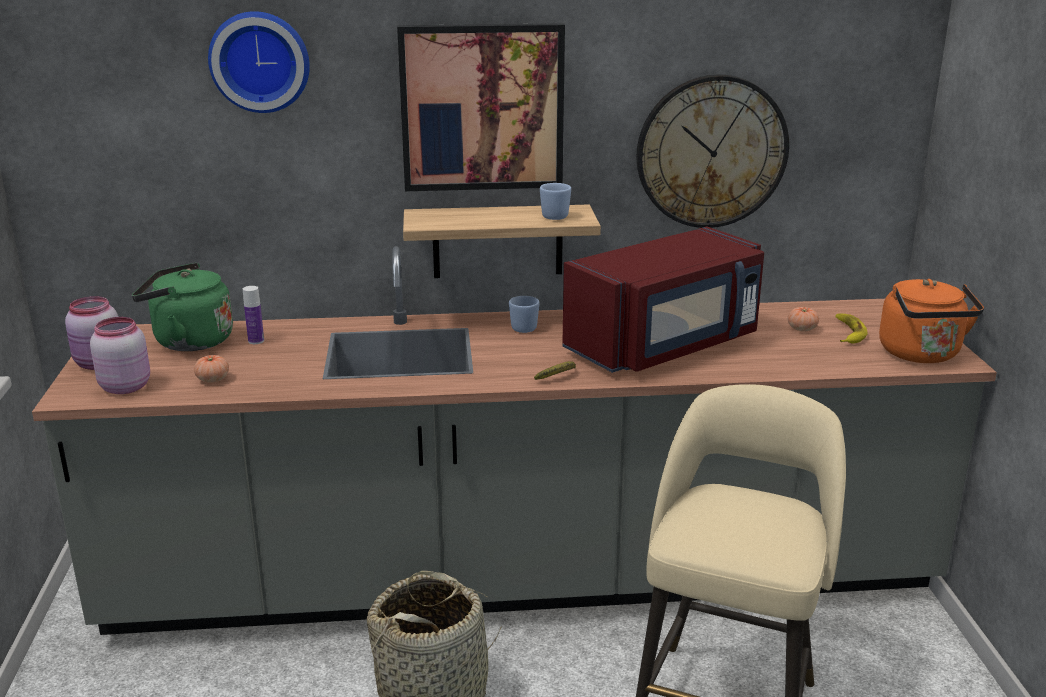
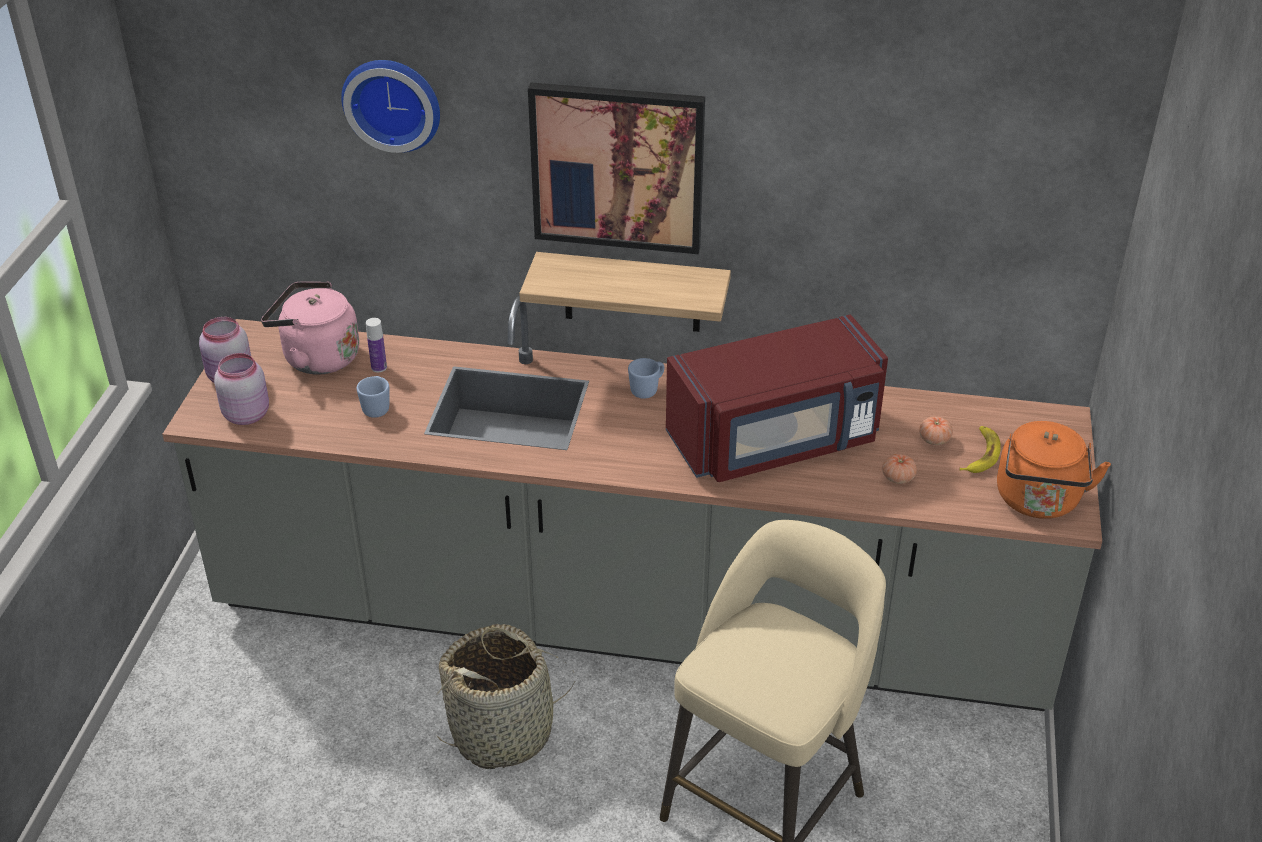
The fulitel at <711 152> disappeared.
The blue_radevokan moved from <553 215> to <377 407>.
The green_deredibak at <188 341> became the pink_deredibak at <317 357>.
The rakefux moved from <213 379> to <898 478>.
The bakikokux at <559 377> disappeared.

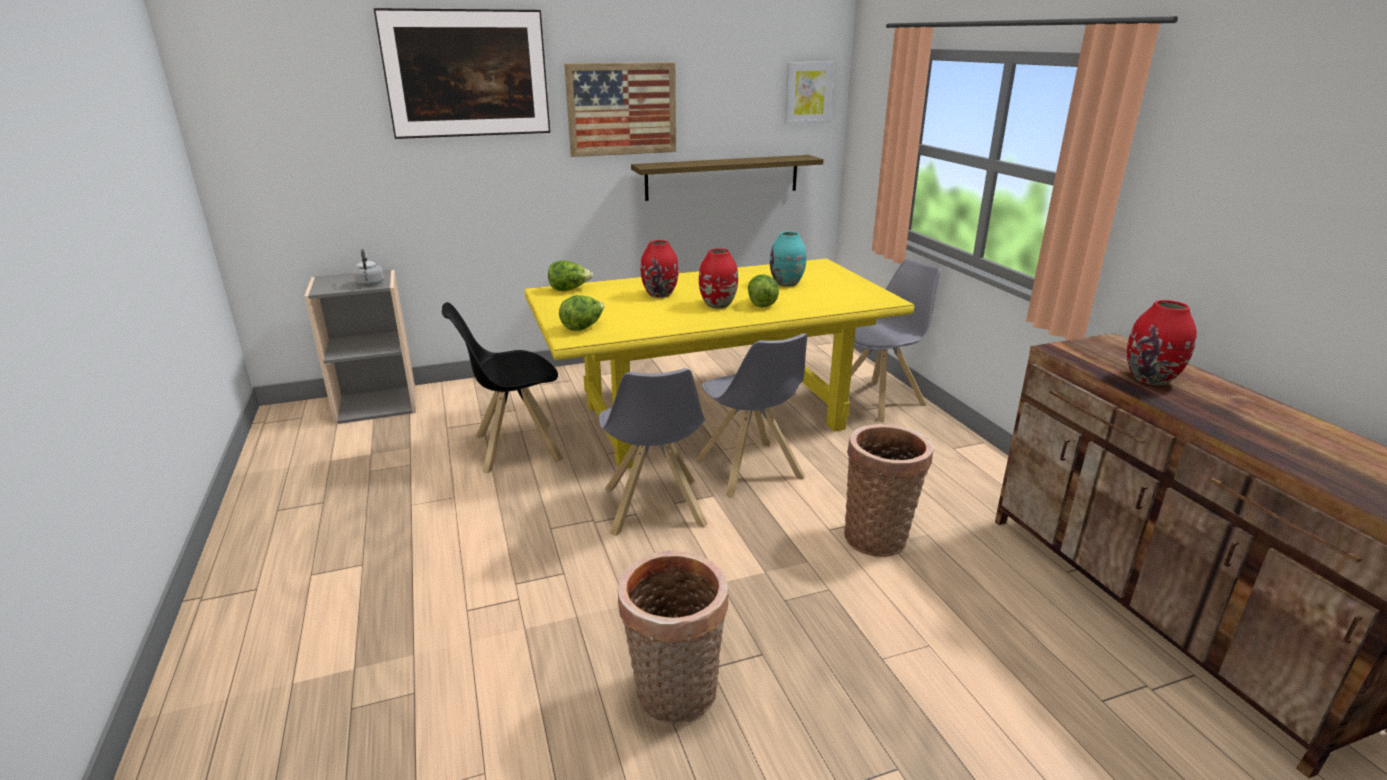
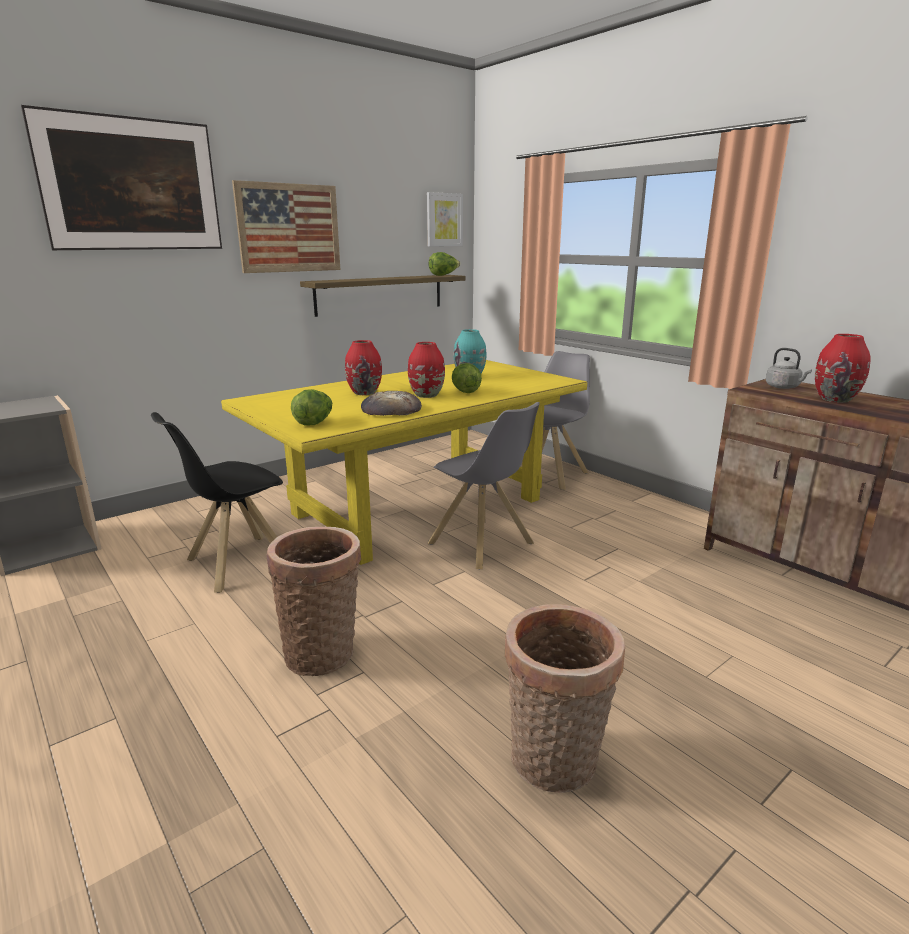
The grey_deredibak moved from <370 284> to <784 387>.
The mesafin moved from <569 290> to <443 275>.
The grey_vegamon at <654 508> disappeared.
The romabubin moved from <878 536> to <323 651>.
The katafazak at <391 409> appeared.

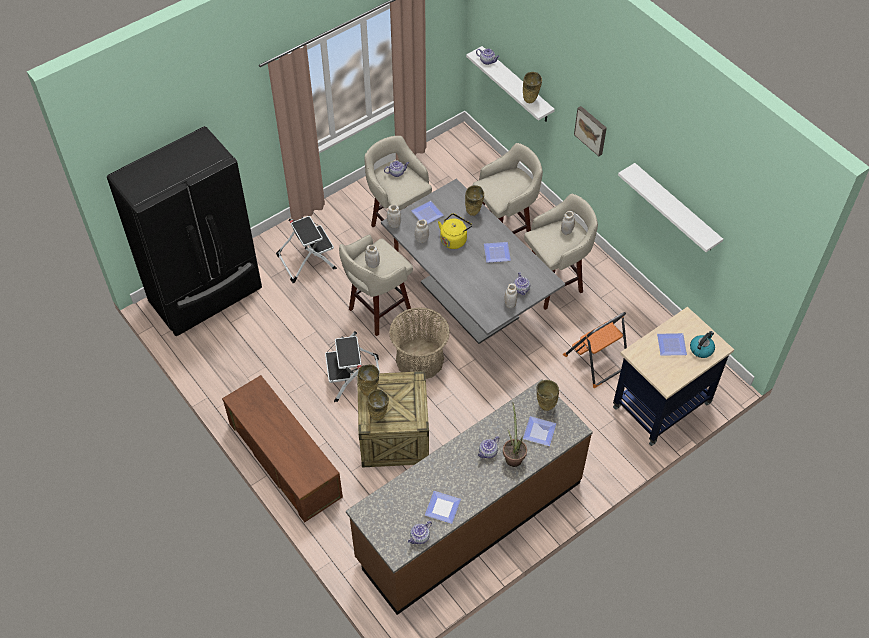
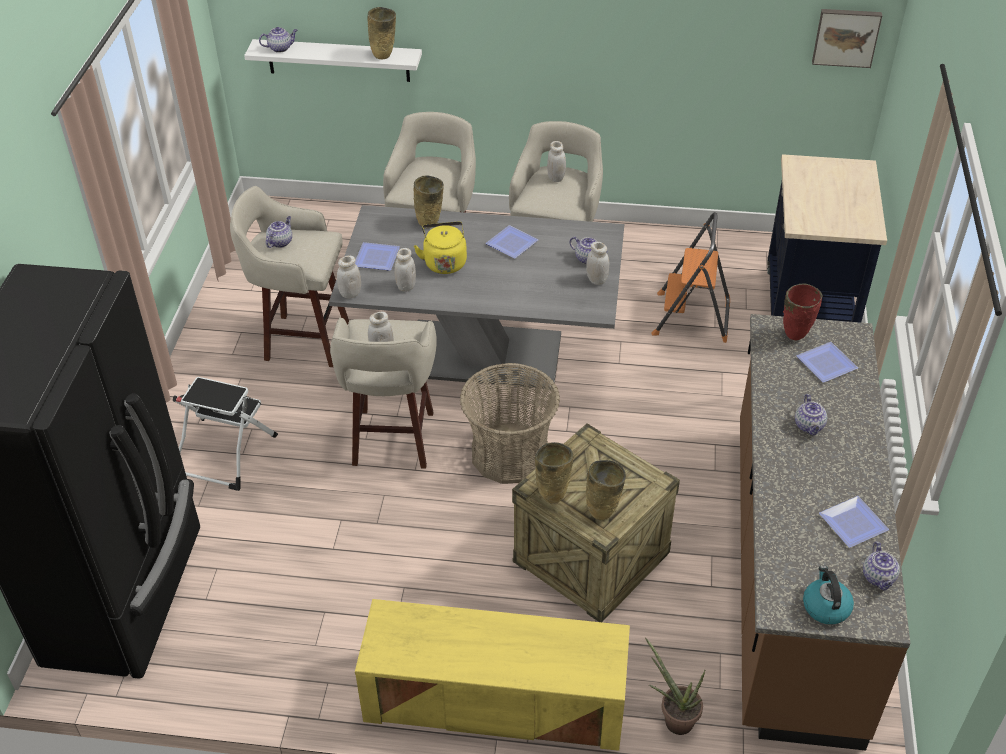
The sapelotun moved from <591 130> to <846 37>.
The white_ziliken at <675 208> disappeared.
The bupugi at <354 377> disappeared.
The deredibak moved from <701 349> to <825 607>.
The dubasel at <672 346> disappeared.
The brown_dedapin at <283 459> became the yellow_dedapin at <493 701>.
The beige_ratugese at <545 407> became the red_ratugese at <794 336>.
The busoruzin moved from <513 456> to <673 718>.

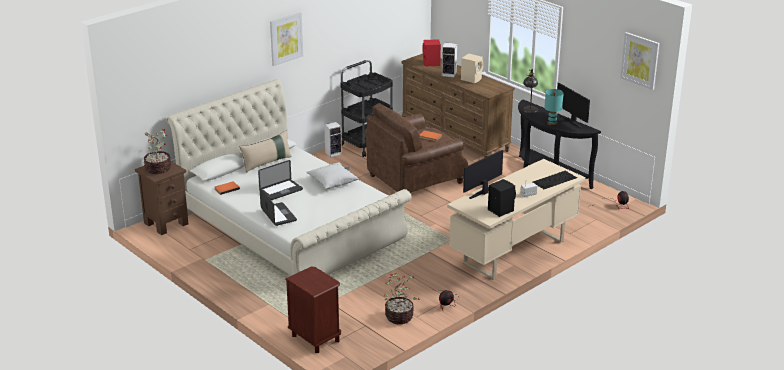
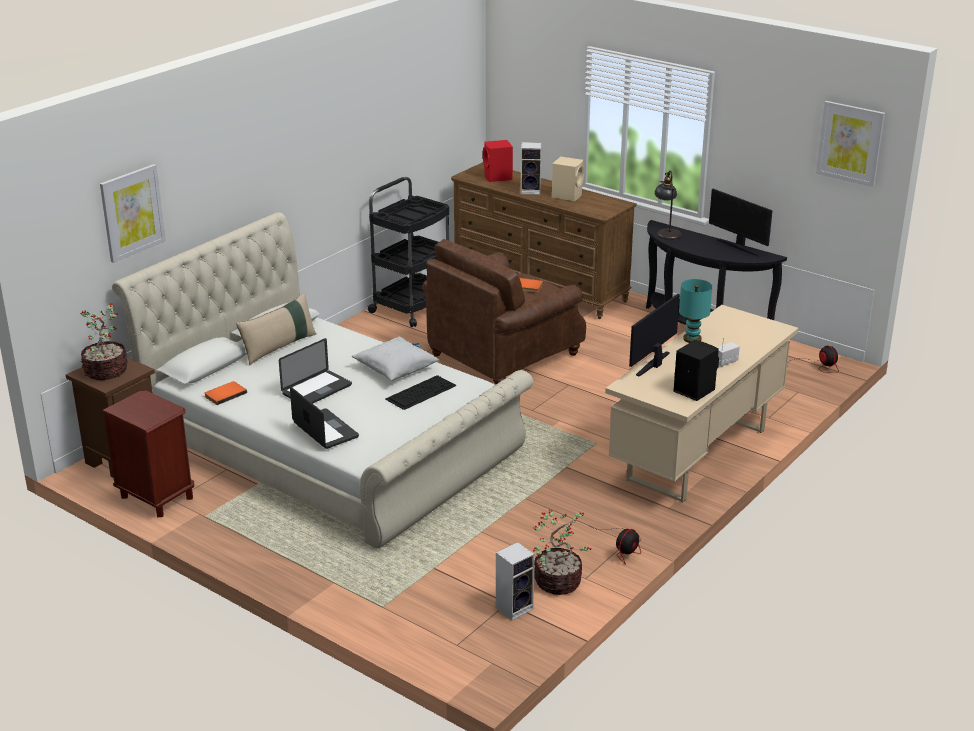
The sapelotun moved from <286 38> to <132 212>.
The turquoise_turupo moved from <552 123> to <692 339>.
The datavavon moved from <334 153> to <515 607>.
The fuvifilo moved from <554 179> to <421 392>.
The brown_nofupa moved from <315 338> to <156 497>.

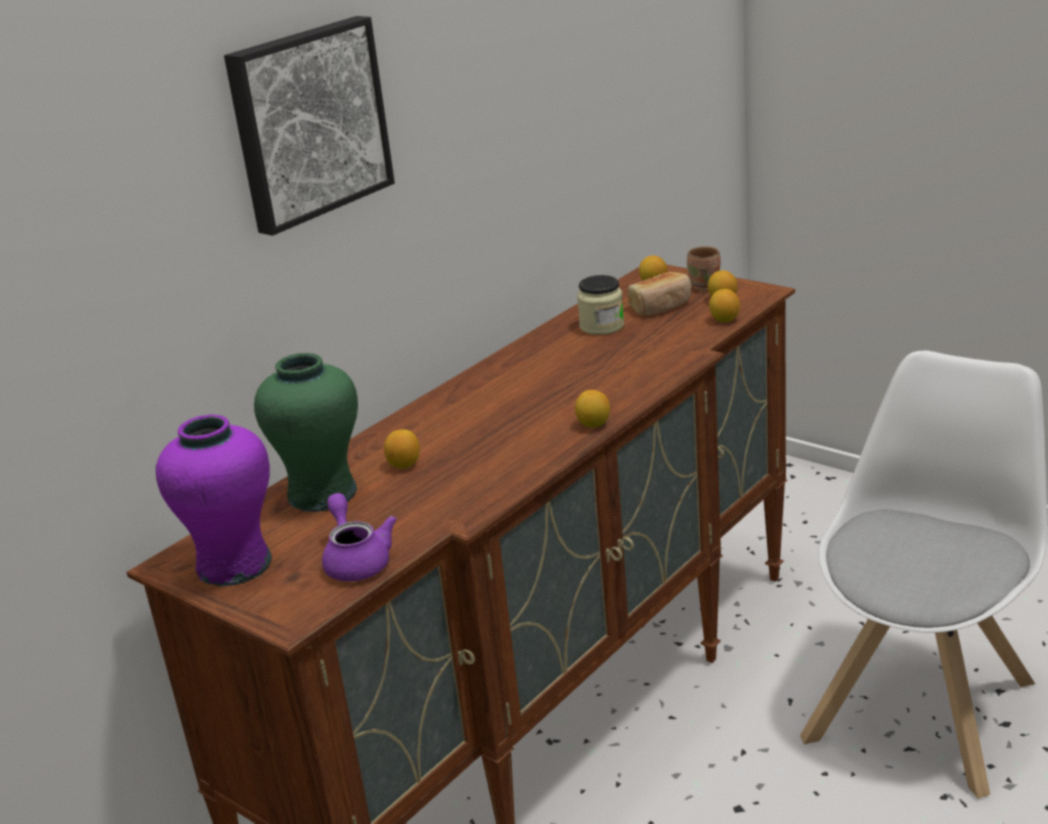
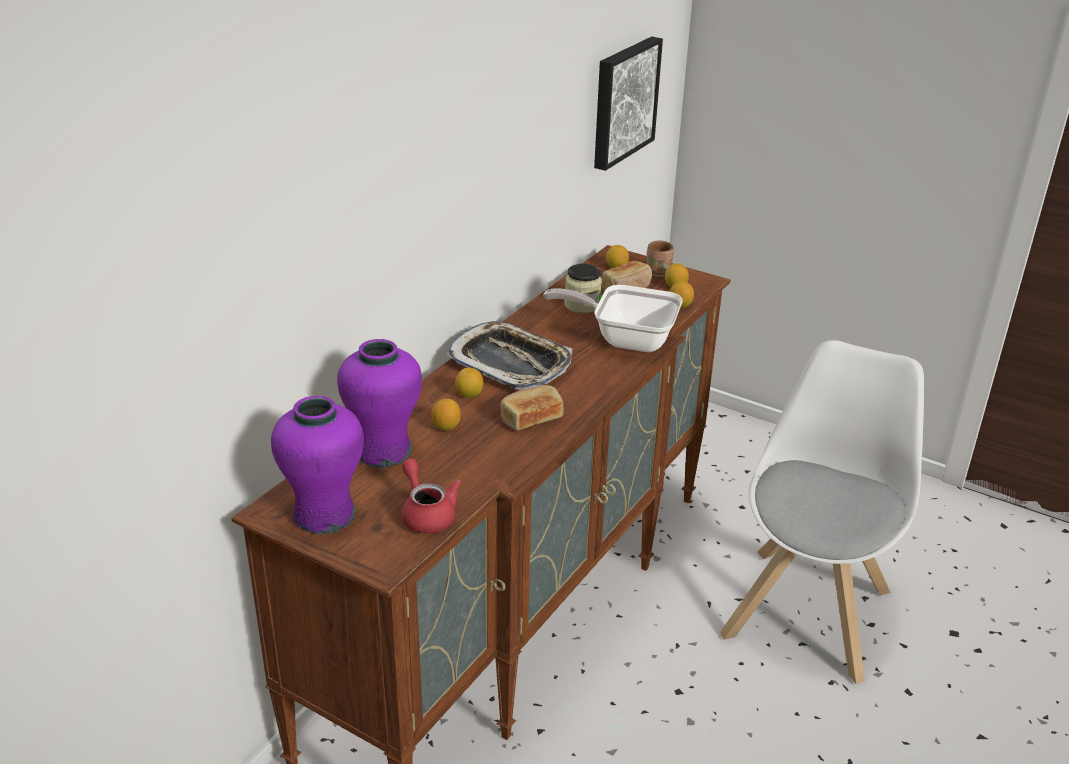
The sapelotun moved from <307 122> to <623 101>.
The green_ratugese at <322 493> became the purple_ratugese at <383 451>.
The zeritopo moved from <593 424> to <469 395>.
The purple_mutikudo at <356 560> became the red_mutikudo at <427 513>.
The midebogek at <625 339> appeared.
The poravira at <510 363> appeared.
The katafazak at <531 418> appeared.

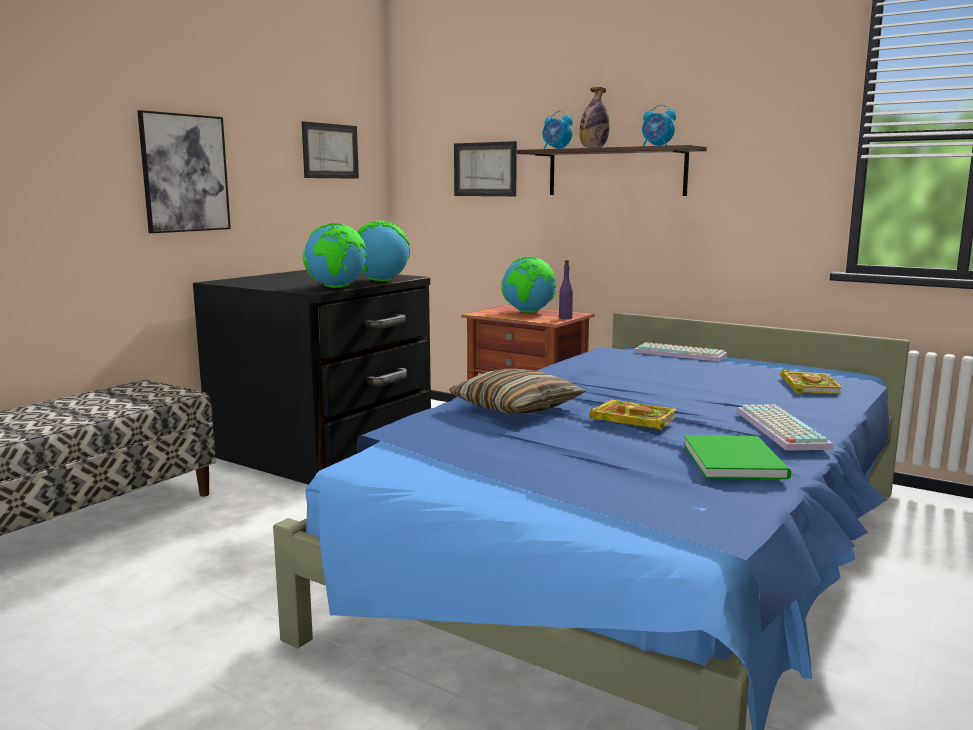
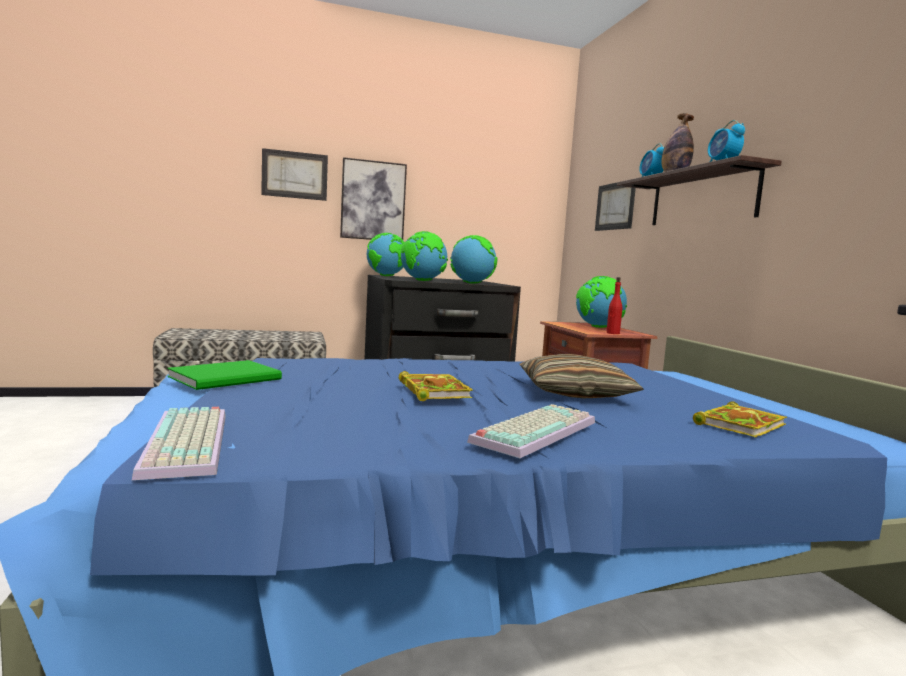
The sapelotun moved from <330 151> to <294 175>.
The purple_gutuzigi at <565 318> became the red_gutuzigi at <612 333>.
The fuvifilo moved from <681 354> to <190 443>.
The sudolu moved from <516 407> to <574 393>.
The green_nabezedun moved from <735 460> to <229 378>.
The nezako at <386 276> appeared.

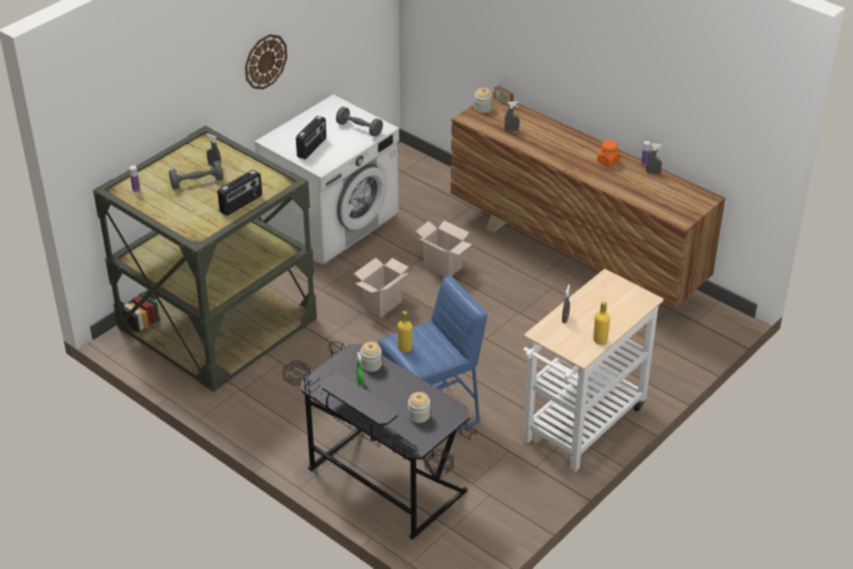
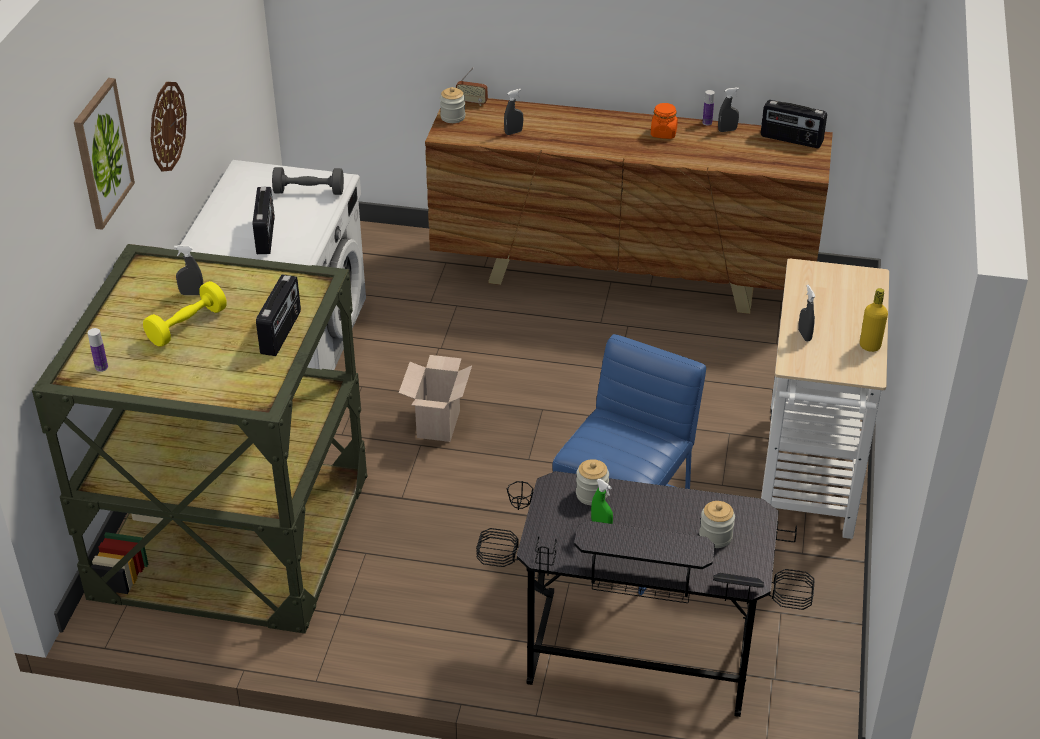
The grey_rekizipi at <197 183> became the yellow_rekizipi at <187 326>.
The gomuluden at <444 266> disappeared.
The yellow_gutuzigi at <405 348> disappeared.
The sapelotun at <101 153> appeared.
The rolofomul at <791 140> appeared.

